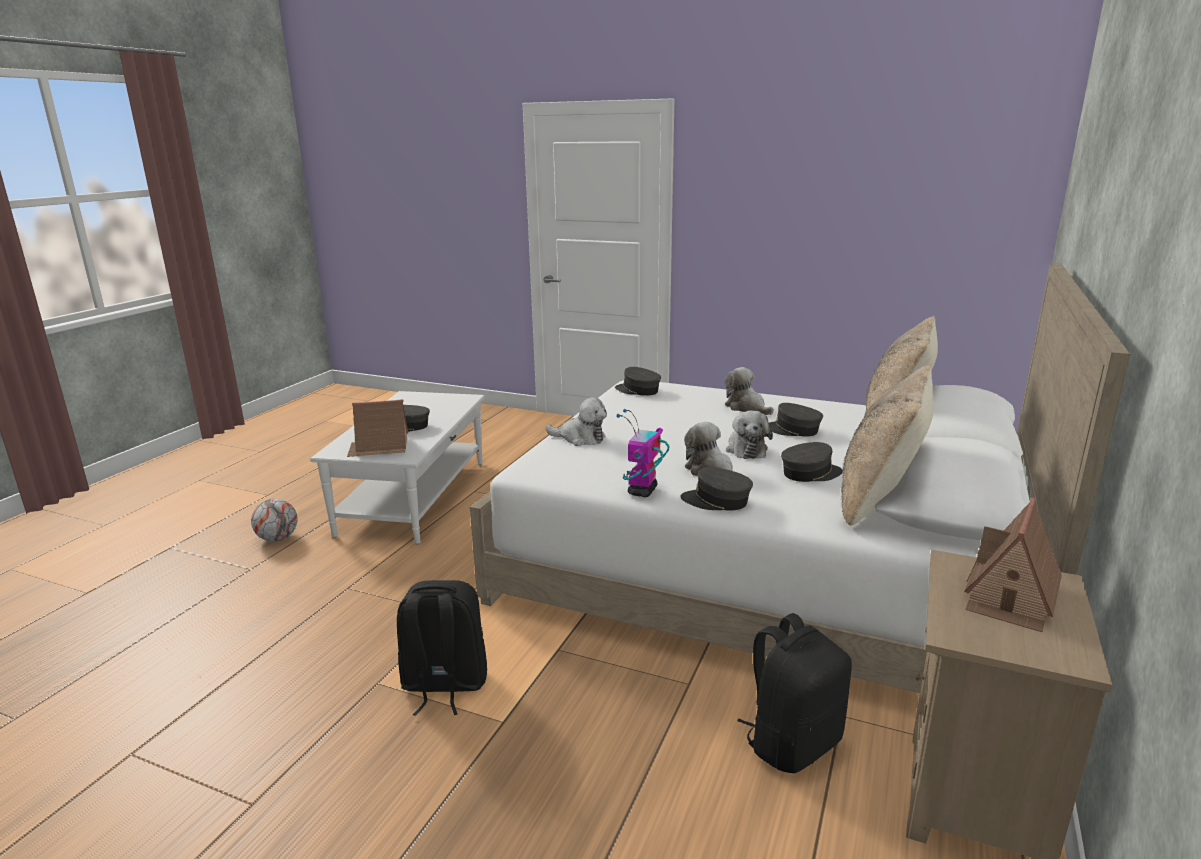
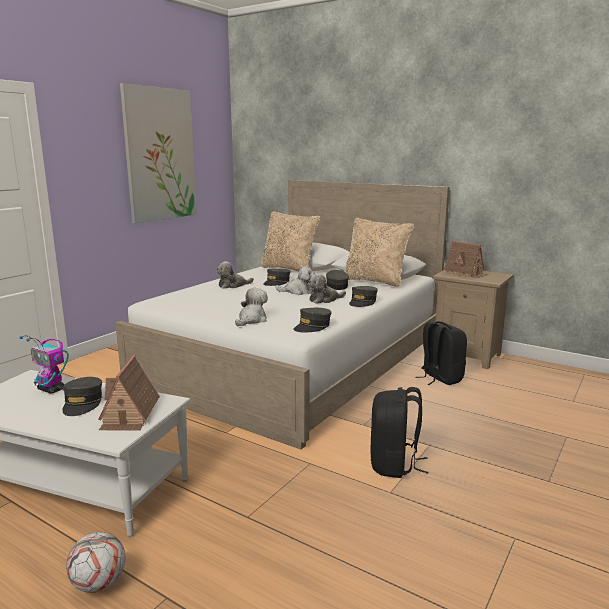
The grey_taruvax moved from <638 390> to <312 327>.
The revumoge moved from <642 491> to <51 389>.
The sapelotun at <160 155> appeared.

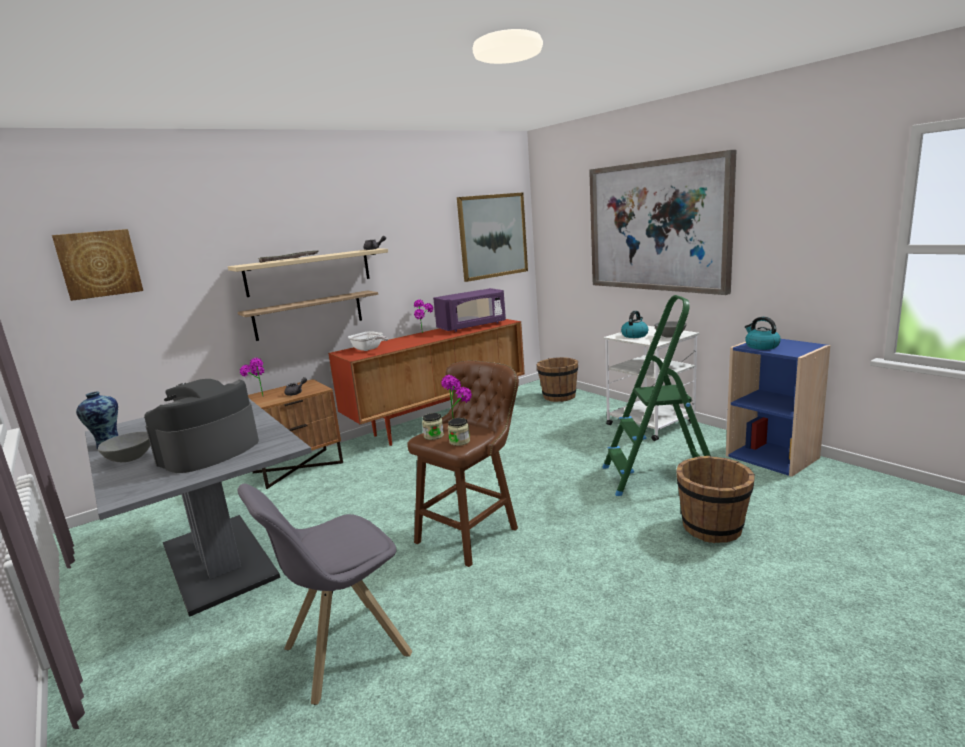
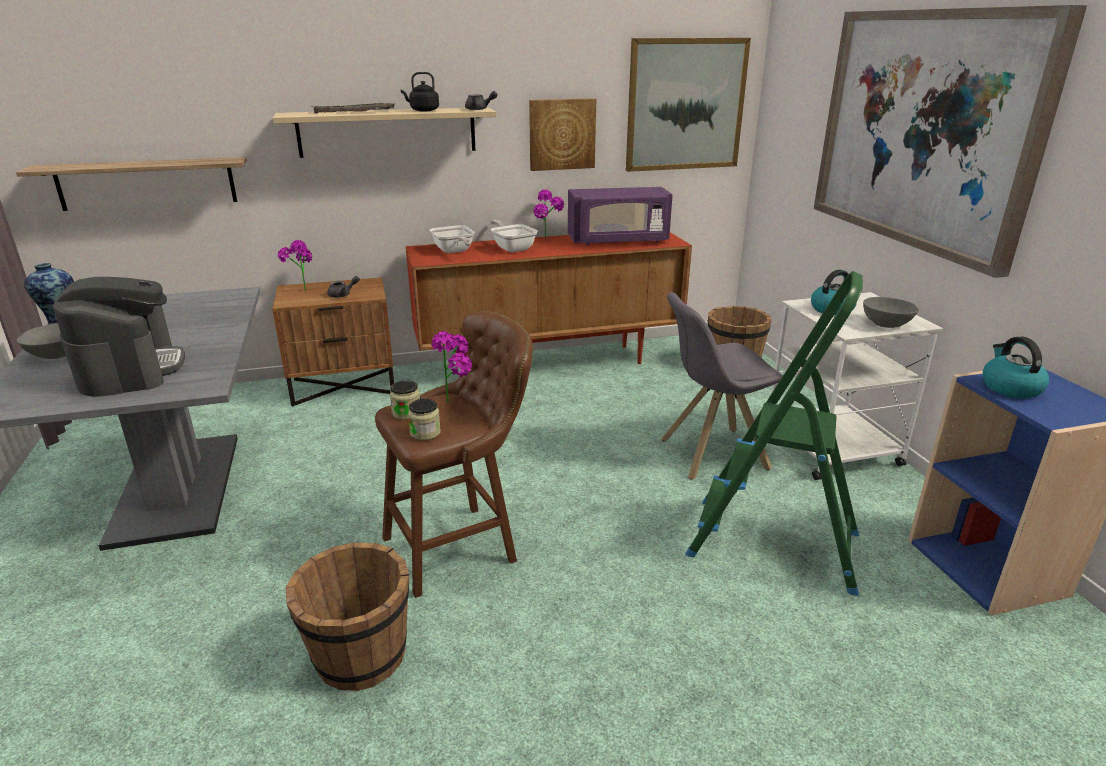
The sapelotun moved from <99 264> to <562 134>.
The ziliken moved from <309 315> to <147 183>.
The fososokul at <209 452> turned 105 degrees clockwise.
The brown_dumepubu moved from <712 528> to <360 657>.
The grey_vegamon moved from <345 651> to <712 453>.
The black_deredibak at <423 110> appeared.
The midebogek at <512 248> appeared.

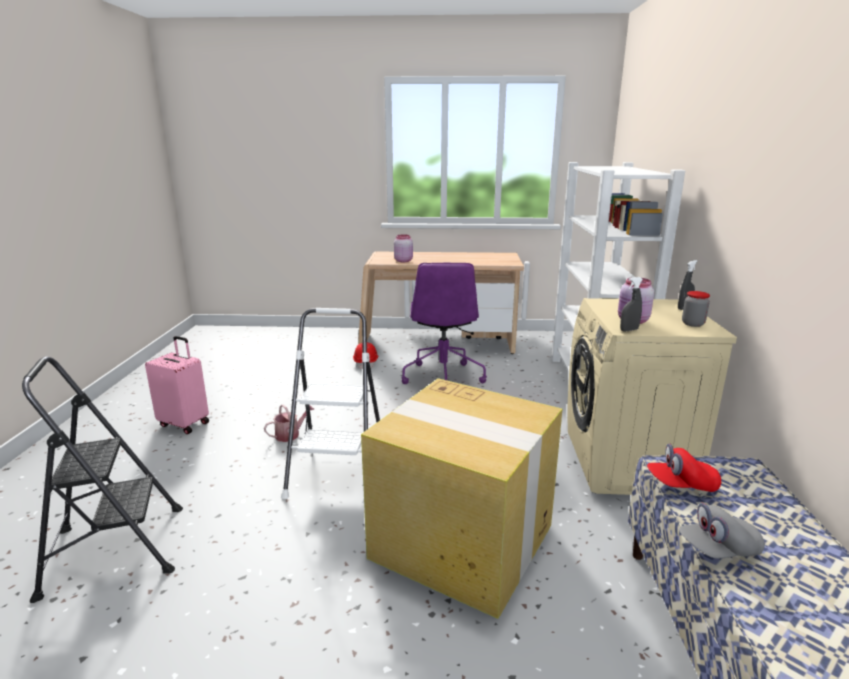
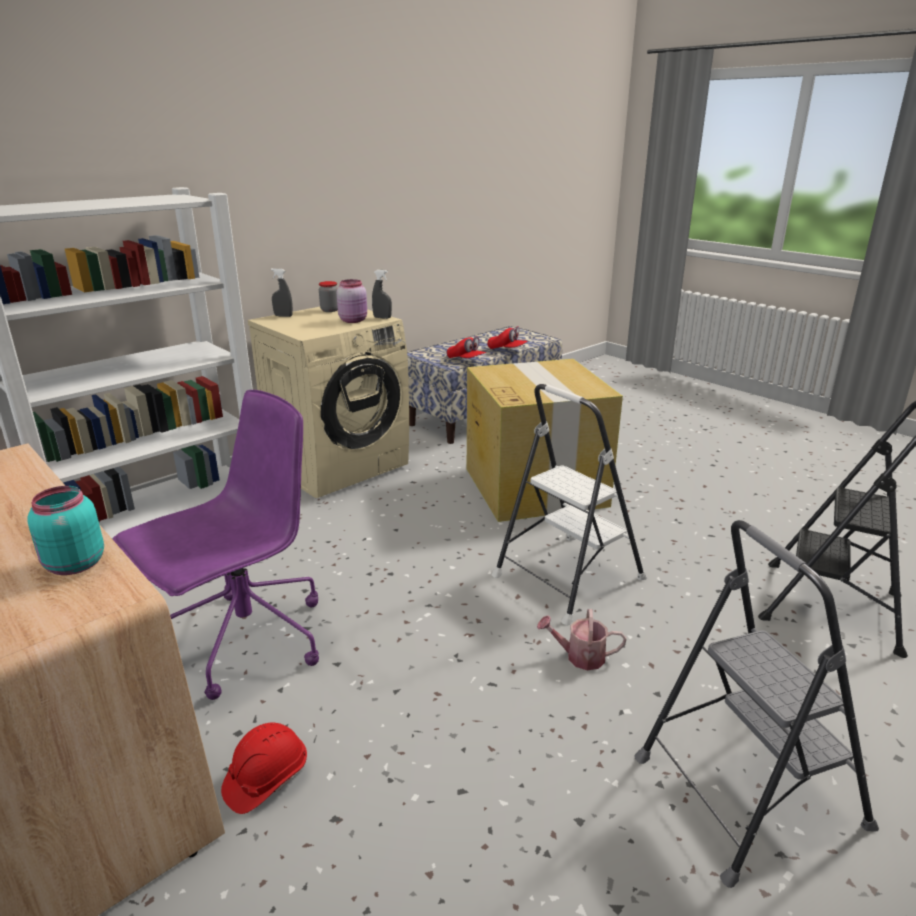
The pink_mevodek at <403 261> became the turquoise_mevodek at <73 565>.
The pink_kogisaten at <185 423> was replaced by the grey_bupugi at <743 791>.
The grey_taruvax at <718 549> became the red_taruvax at <507 350>.

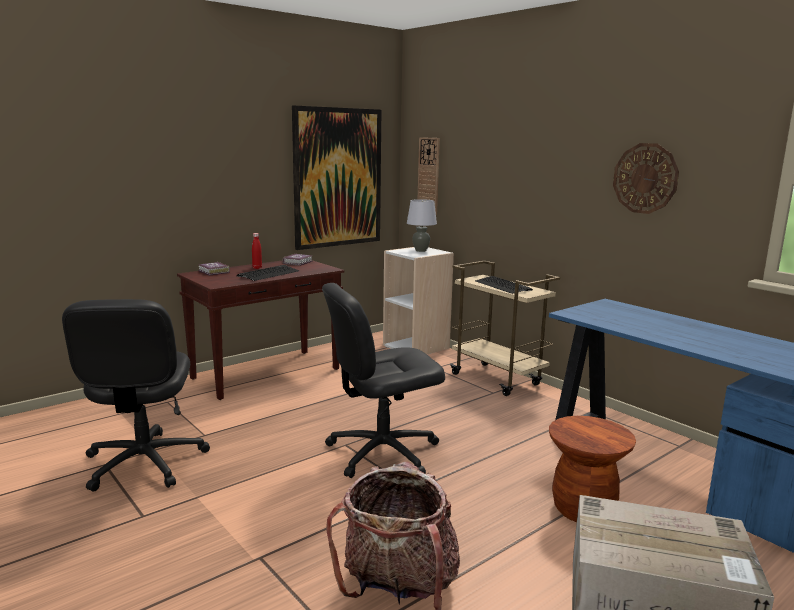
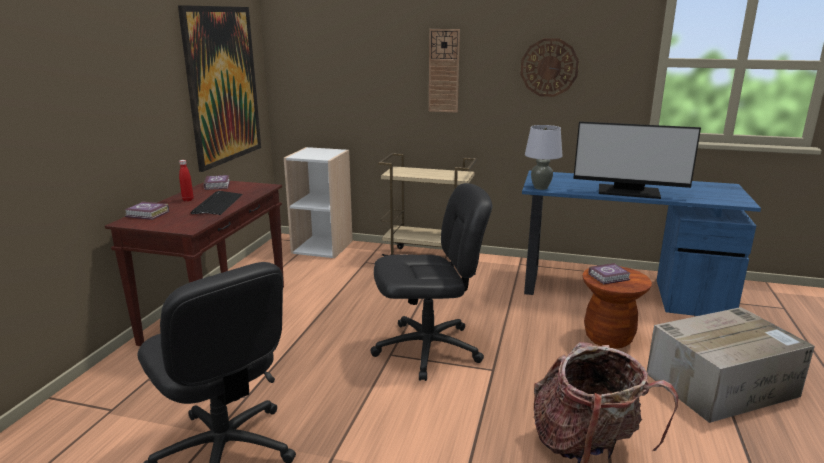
The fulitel moved from <428 175> to <444 71>.
The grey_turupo moved from <420 250> to <540 188>.
The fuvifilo at <503 286> disappeared.
The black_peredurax at <382 452> turned 135 degrees counterclockwise.
The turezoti at <628 192> appeared.
The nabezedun at <610 277> appeared.

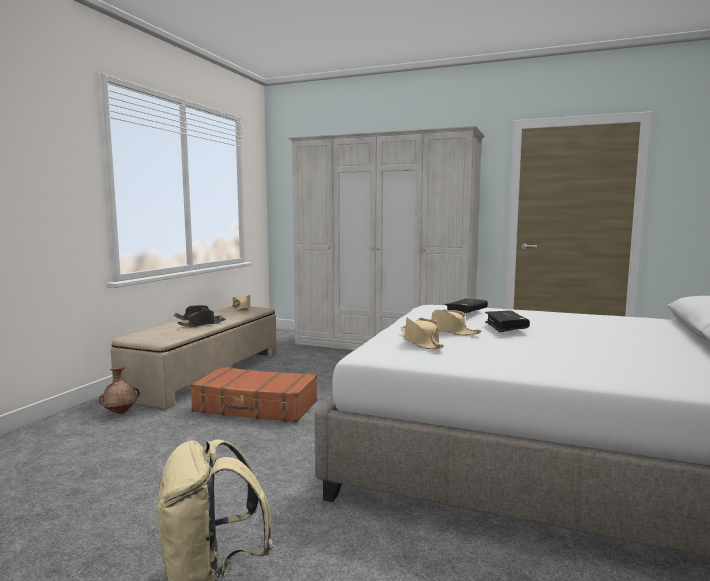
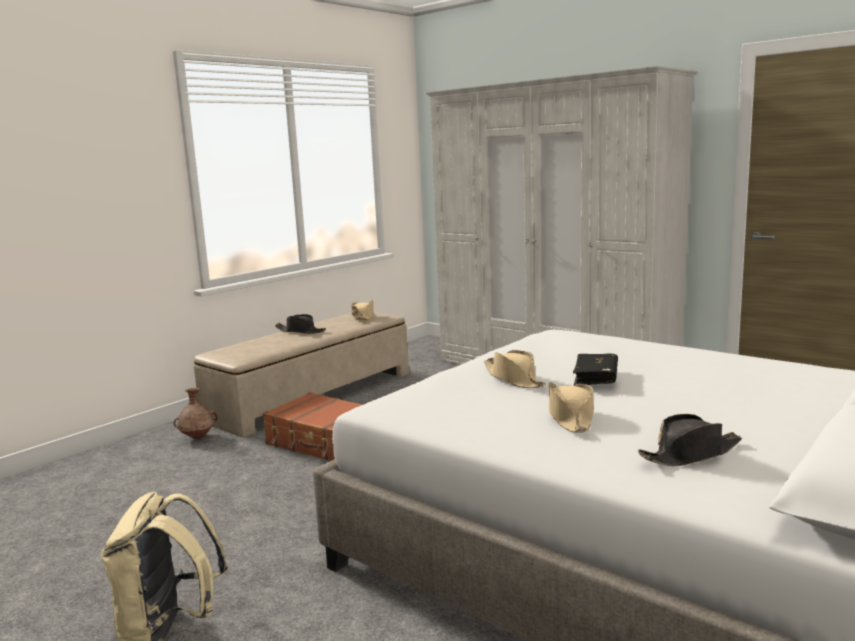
The black_nabezedun at <466 312> disappeared.
The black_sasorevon moved from <202 324> to <690 454>.
The beige_sasorevon moved from <421 342> to <570 417>.

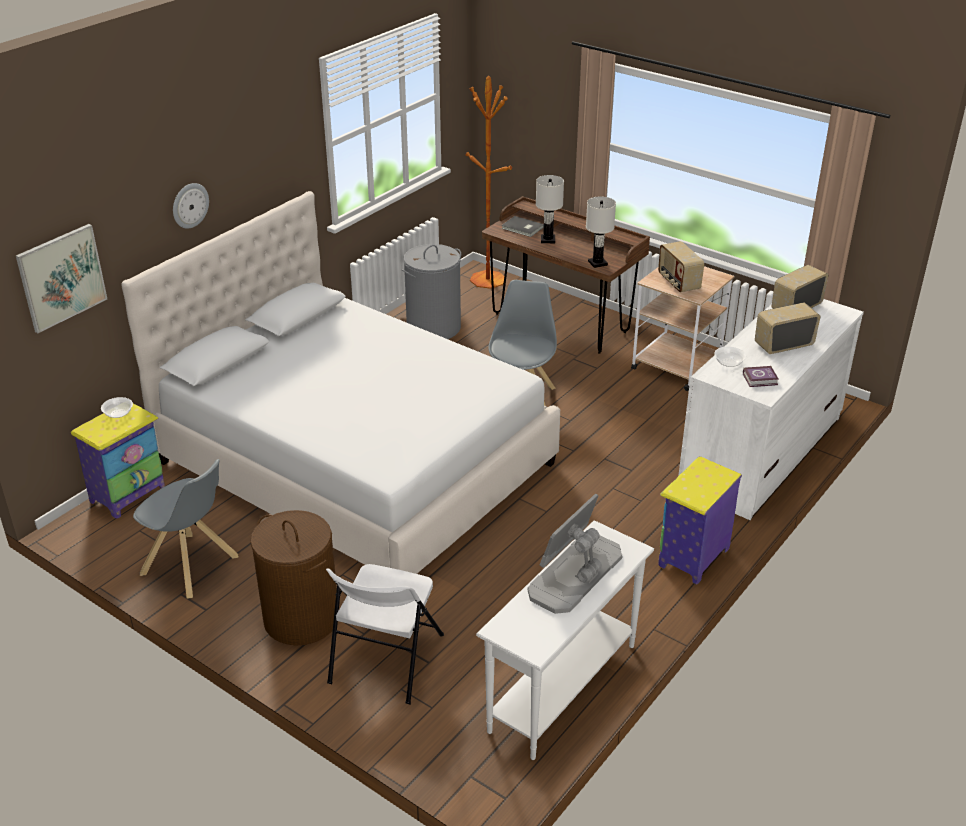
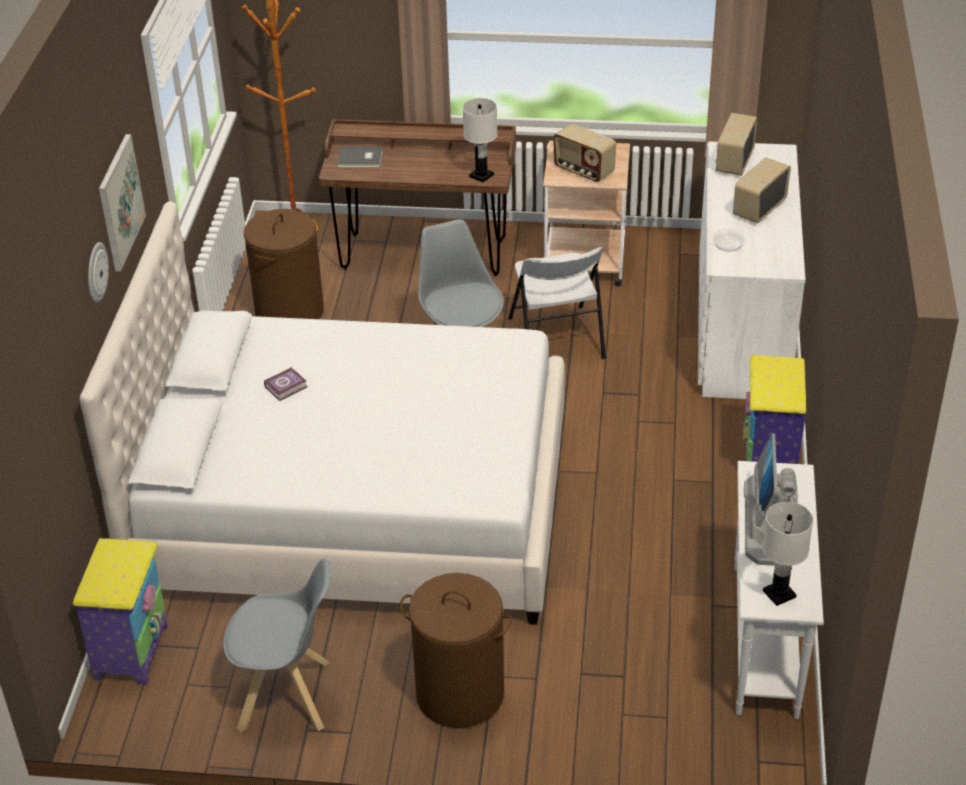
The white_turupo moved from <548 239> to <779 593>.
The sapelotun moved from <61 277> to <120 202>.
The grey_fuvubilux at <433 327> became the brown_fuvubilux at <289 311>.
The nabezedun moved from <761 379> to <287 387>.
The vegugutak at <118 414> disappeared.
The white_vegamon moved from <386 658> to <555 338>.

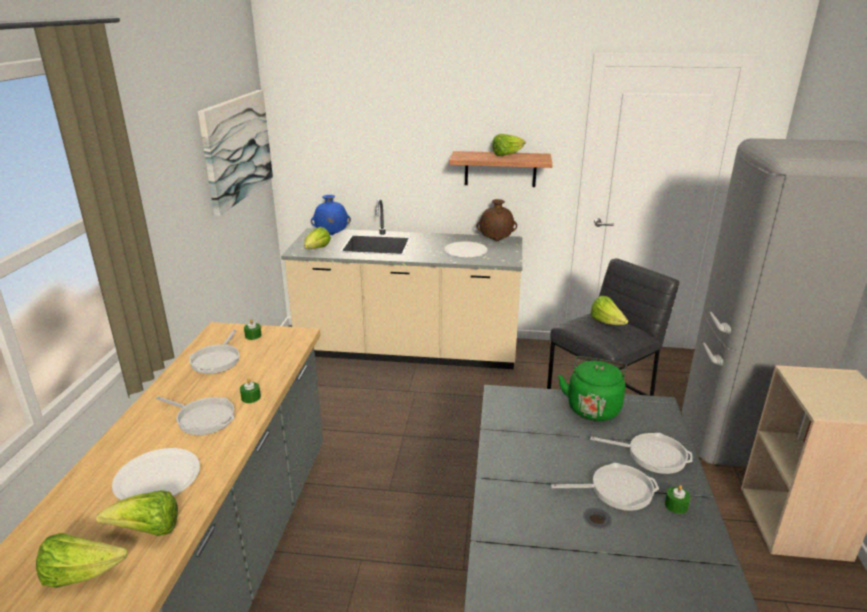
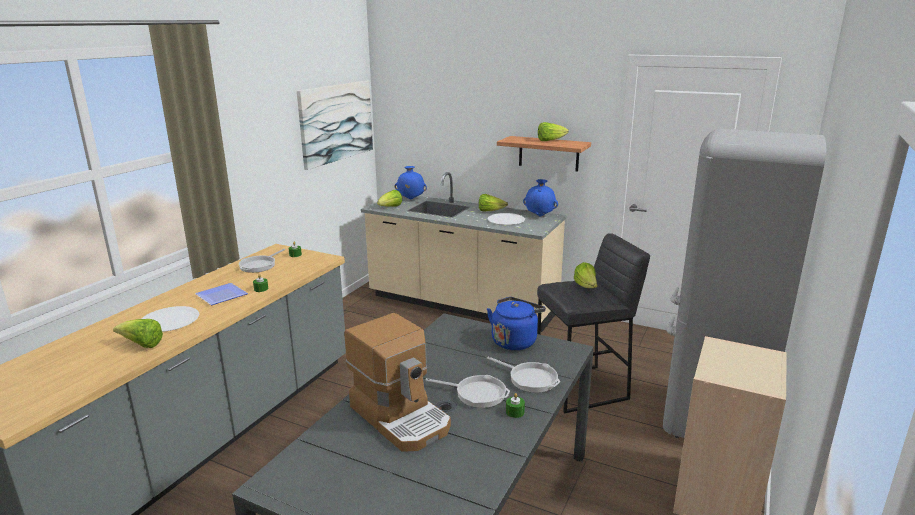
The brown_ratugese at <496 240> became the blue_ratugese at <540 216>.
The green_deredibak at <593 407> became the blue_deredibak at <515 341>.
The midebogek at <203 418> was replaced by the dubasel at <222 295>.
The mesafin moved from <82 575> to <490 211>.
The fososokul at <401 417> appeared.

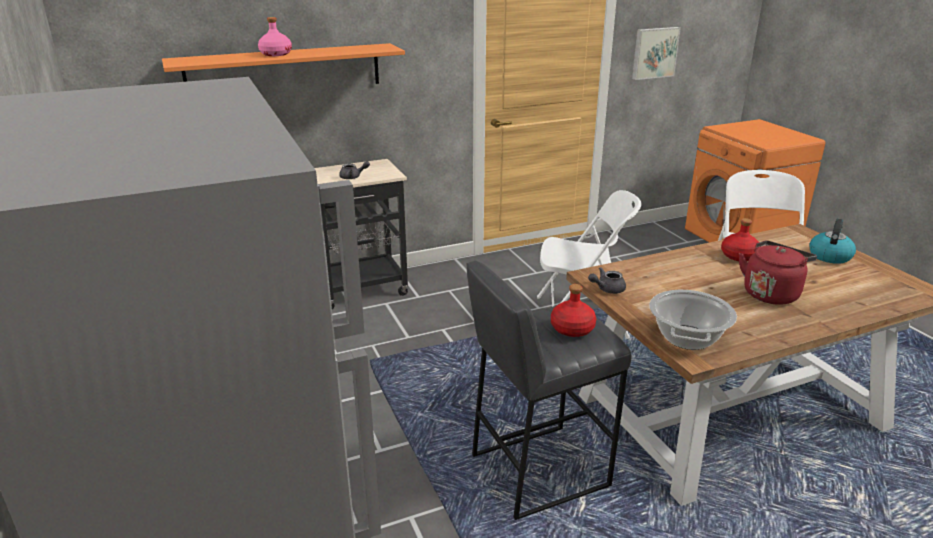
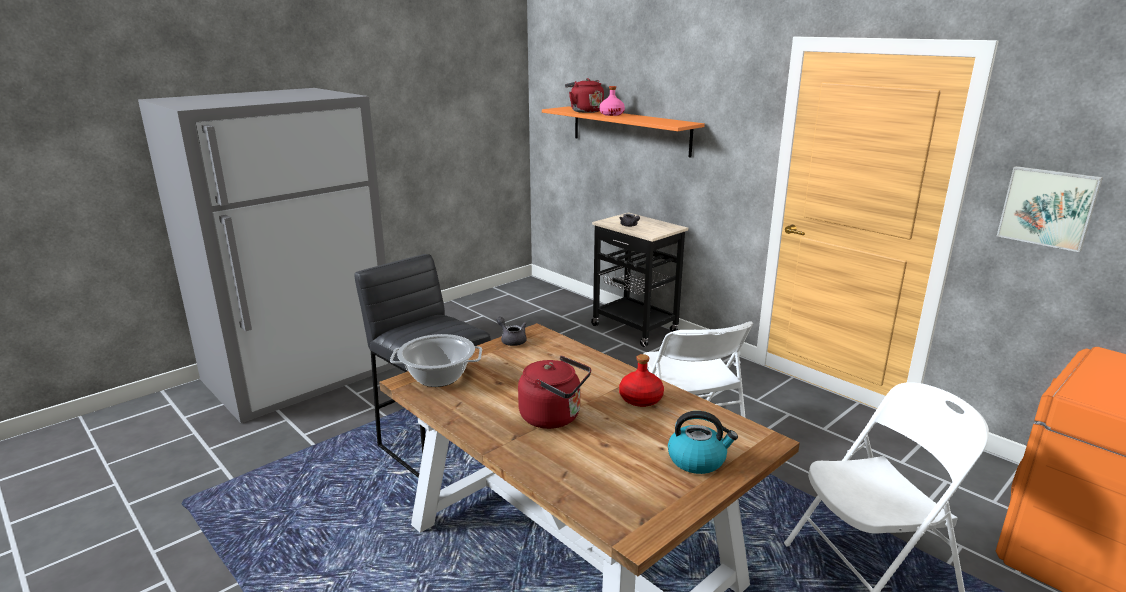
The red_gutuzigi at <572 329> disappeared.
The red_deredibak at <585 111> appeared.

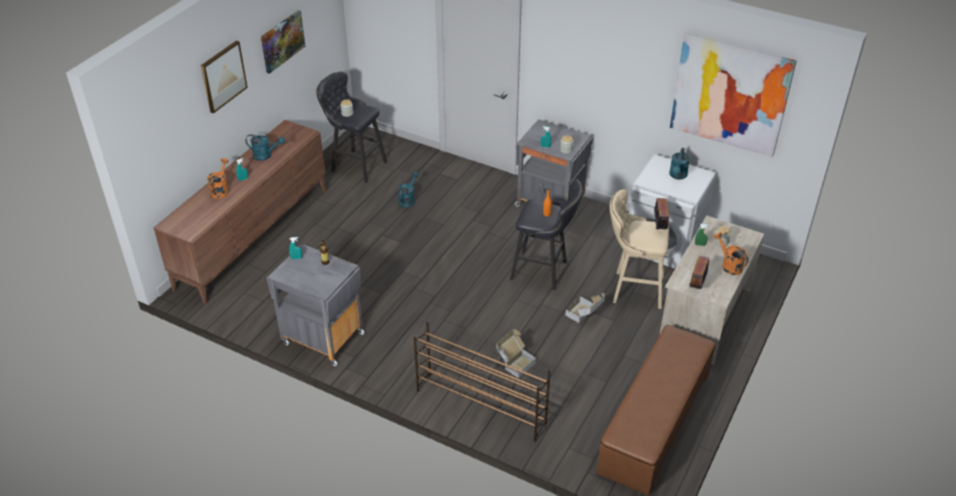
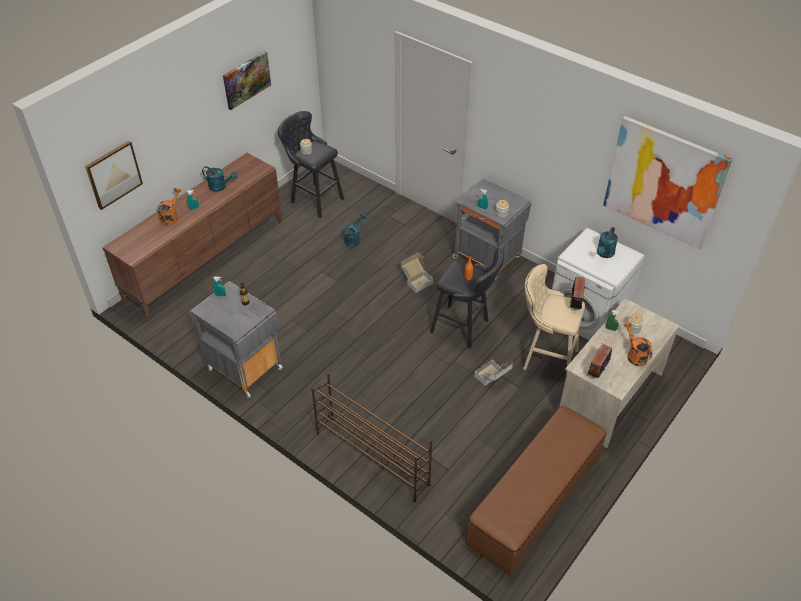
The sapelotun moved from <223 76> to <113 174>.
The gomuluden moved from <515 362> to <416 280>.

